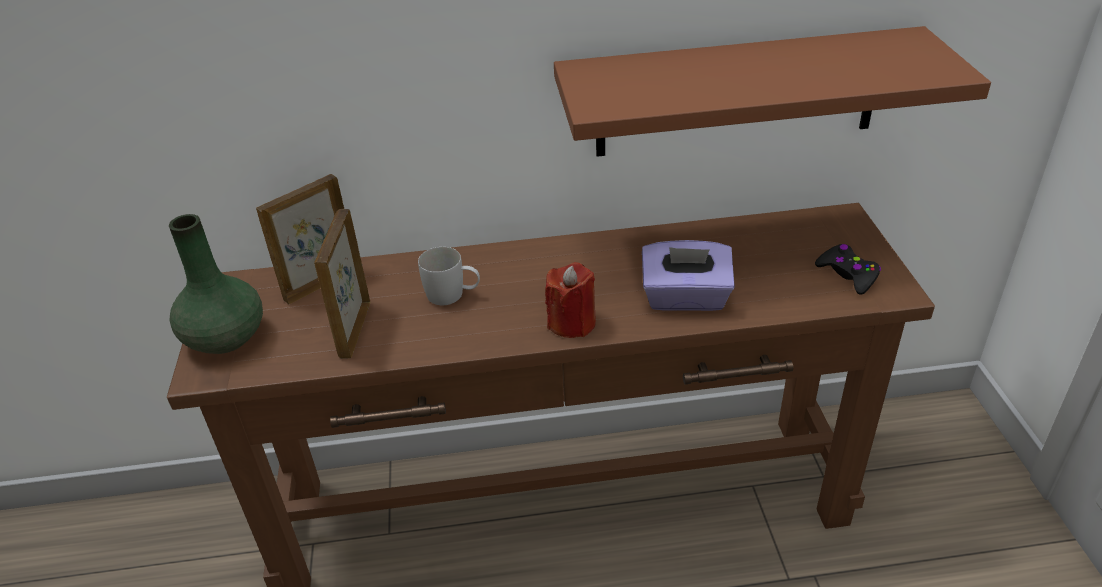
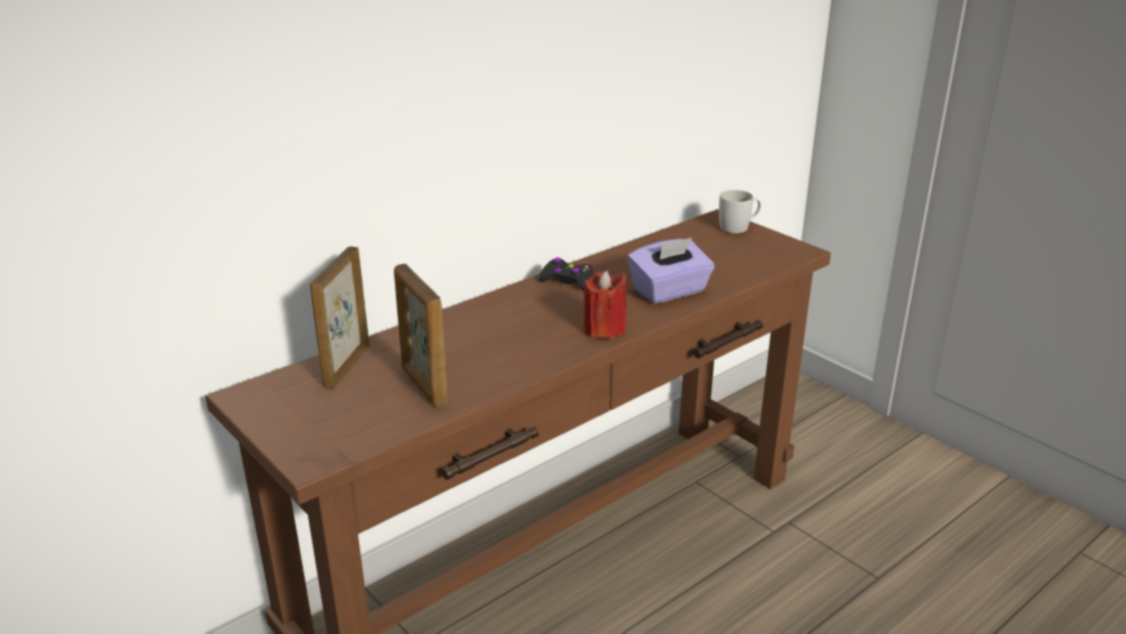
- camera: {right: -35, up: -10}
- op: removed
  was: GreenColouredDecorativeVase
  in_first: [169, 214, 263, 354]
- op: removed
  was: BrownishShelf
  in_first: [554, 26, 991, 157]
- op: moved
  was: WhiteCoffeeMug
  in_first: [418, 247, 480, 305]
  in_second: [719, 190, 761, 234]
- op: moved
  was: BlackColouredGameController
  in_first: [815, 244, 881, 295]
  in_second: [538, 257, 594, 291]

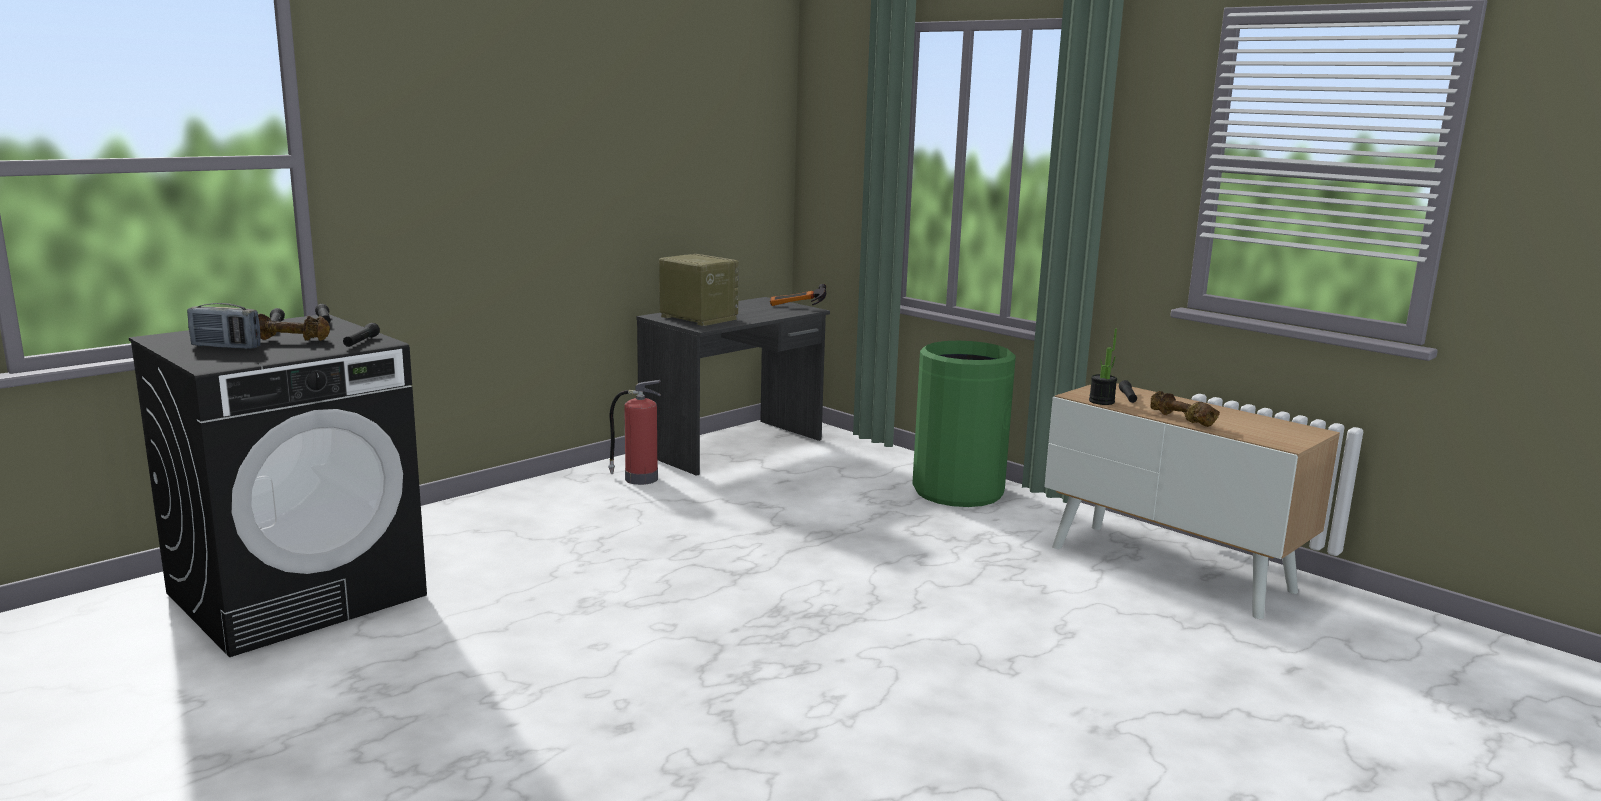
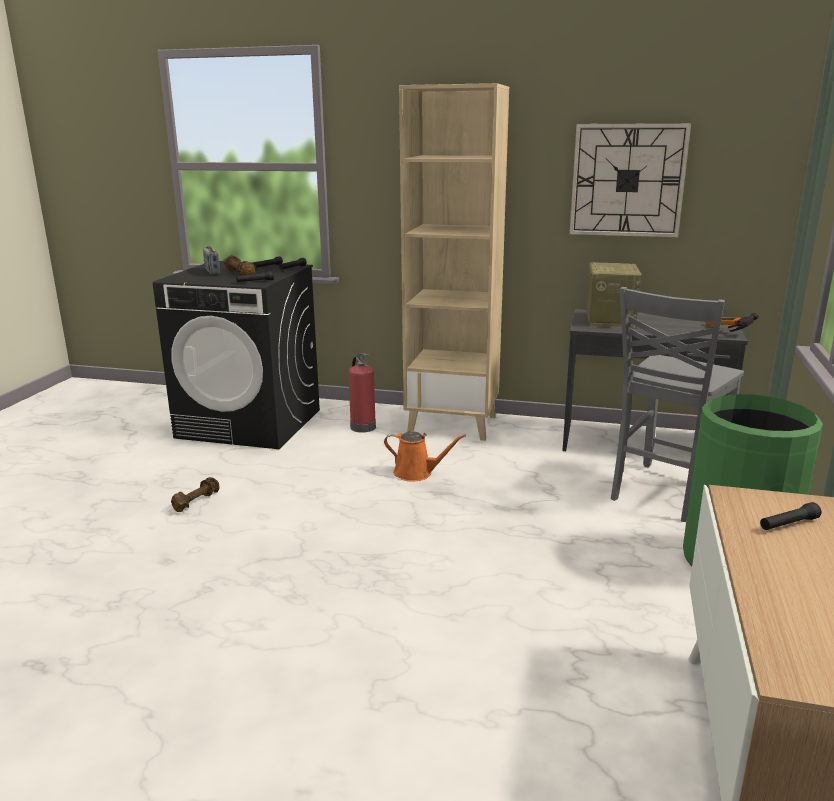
- camera: {right: 60, up: 5}
- op: removed
  was: PlantInAPot
  in_first: [1089, 329, 1117, 405]
- op: added
  now: OrangeSprinklingCan
  in_second: [384, 432, 466, 482]
- op: added
  now: SandColouredShelvingUnit
  in_second: [399, 83, 509, 441]
- op: added
  now: HangingClock
  in_second: [569, 123, 691, 237]
- op: added
  now: GreyPlainChair
  in_second: [611, 287, 744, 522]
- op: moved
  was: FireFightingCylinder
  in_first: [608, 380, 661, 485]
  in_second: [349, 353, 376, 433]
- op: moved
  was: BrownishHandWeight
  in_first: [1150, 391, 1220, 427]
  in_second: [171, 477, 220, 512]

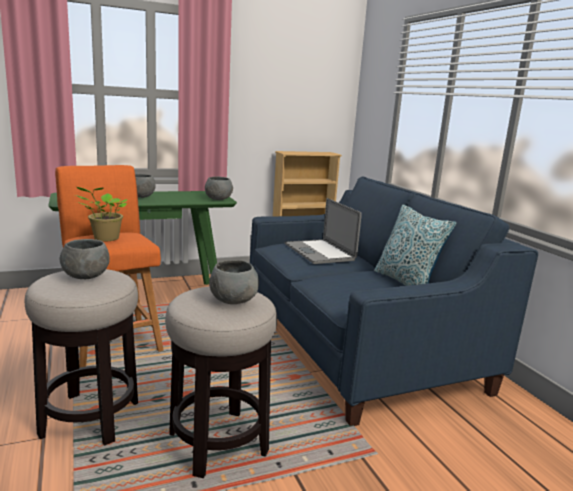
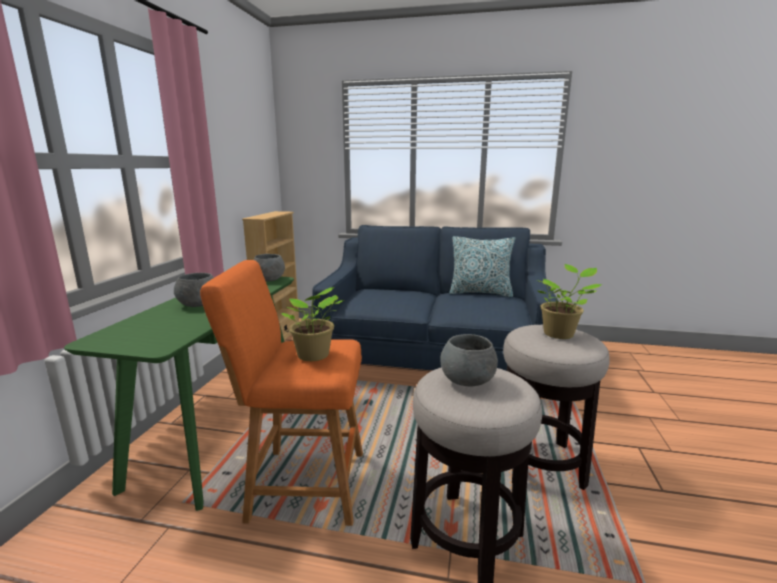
- camera: {right: -55, up: 0}
- op: removed
  was: NotebookComputer
  in_first: [285, 198, 362, 264]
- op: replaced
  was: GreyServingBowl
  now: PlantInAPot
  in_first: [209, 260, 259, 304]
  in_second: [537, 264, 603, 339]

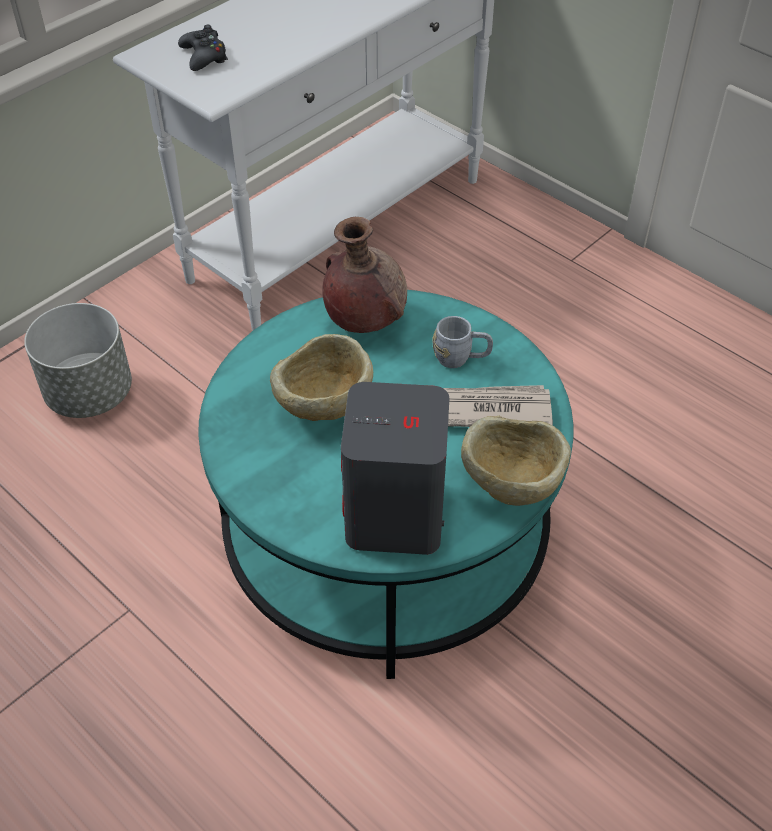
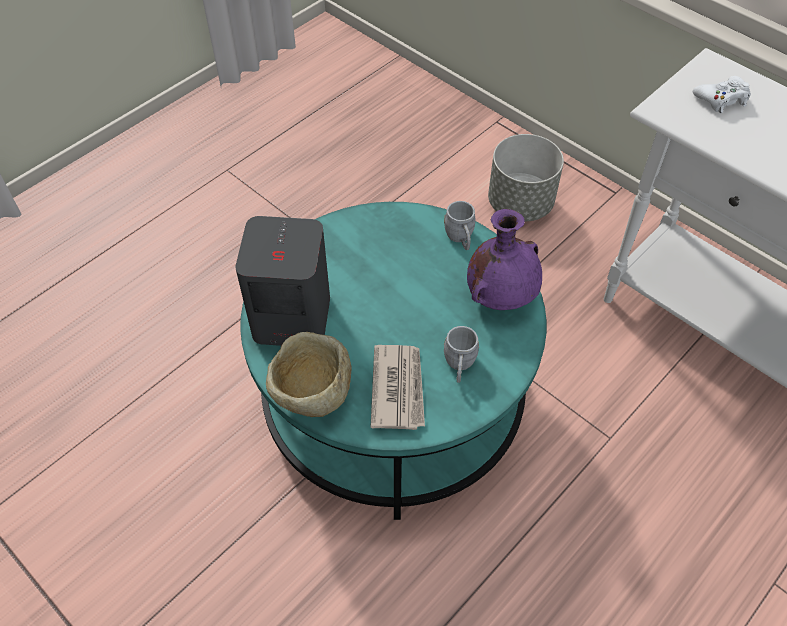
- camera: {right: 90, up: 5}
- op: removed
  was: SandColouredServingBowl
  in_first: [270, 334, 374, 421]
- op: added
  now: GreyCoffeeMug
  in_second: [444, 201, 476, 250]
- op: recoloured
  was: BlackColouredGameController
  now: WhiteGameController
  in_first: [178, 25, 228, 71]
  in_second: [693, 76, 751, 113]
- op: recoloured
  was: BrownishDecorativeVase
  now: PurpleDecorativeVase
  in_first: [322, 217, 407, 333]
  in_second: [467, 209, 542, 310]

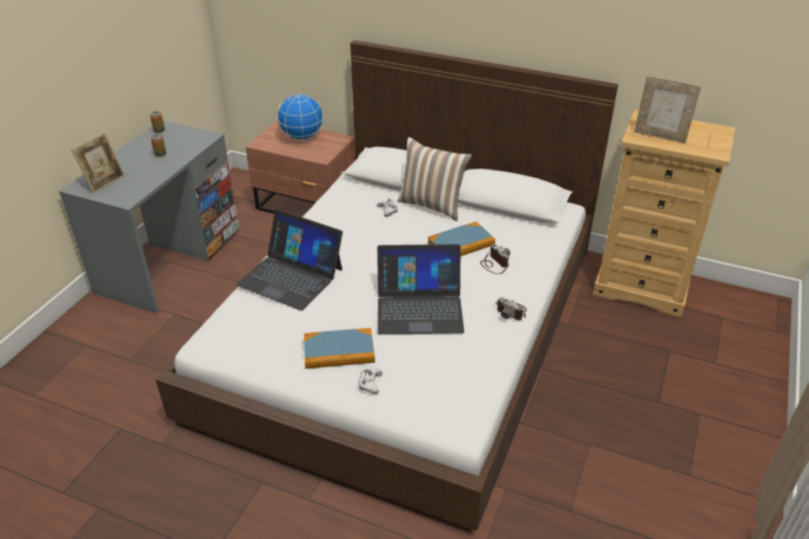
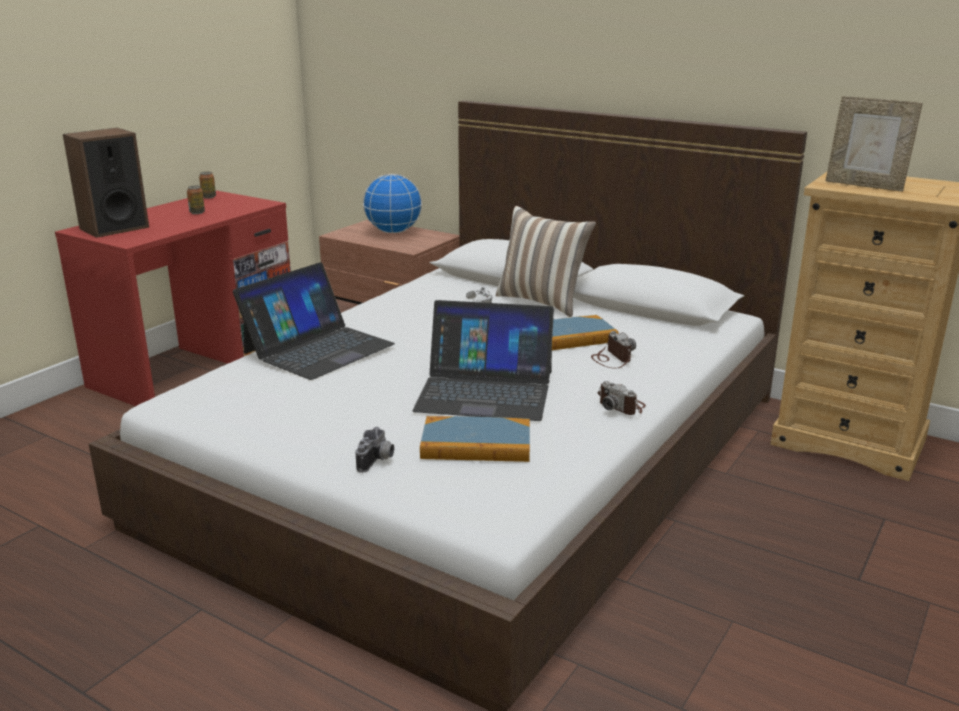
- camera: {right: 10, up: -15}
- op: moved
  was: Book
  in_first: [304, 328, 375, 369]
  in_second: [420, 416, 530, 462]
- op: replaced
  was: PhotoFrame
  now: Loudspeaker
  in_first: [72, 133, 125, 194]
  in_second: [63, 128, 149, 238]
- op: replaced
  was: WhiteGameController
  now: StillCamera
  in_first: [358, 369, 383, 394]
  in_second: [356, 427, 394, 473]
- op: recoloured
  was: GreyDeskUnit
  now: ReddishDeskUnit
  in_first: [59, 121, 239, 314]
  in_second: [55, 191, 291, 406]
- op: turned
  was: NotebookComputer
  in_first: [236, 209, 343, 311]
  in_second: [233, 262, 395, 380]
  clockwise: -90

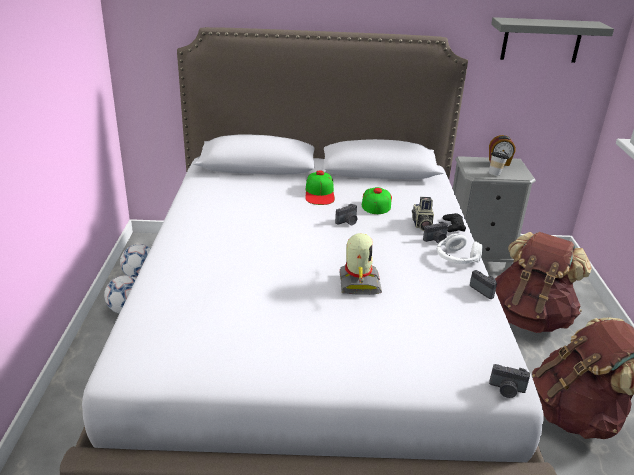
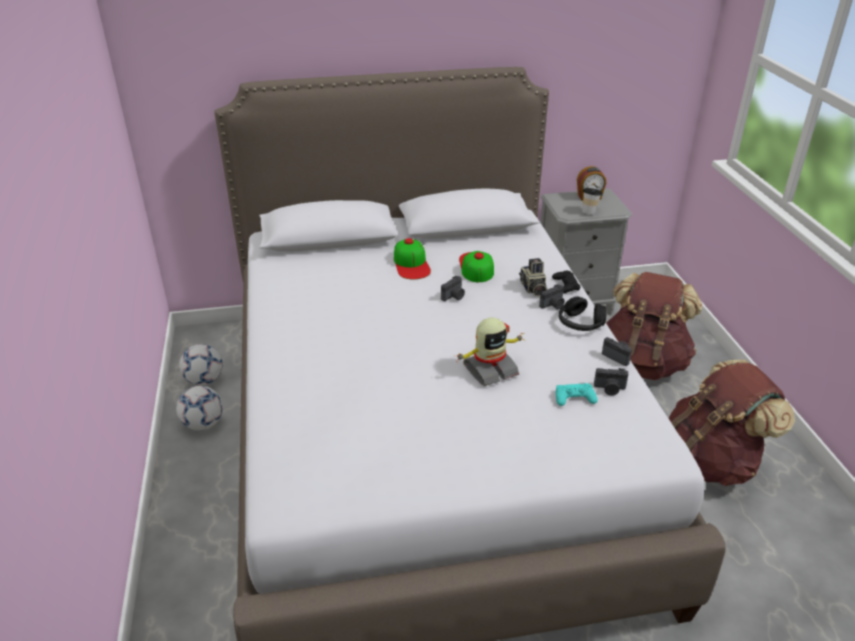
- camera: {right: -10, up: 5}
- op: removed
  was: GreyShelf
  in_first: [491, 17, 614, 63]
- op: added
  now: TurquoiseColouredGameController
  in_second: [556, 383, 598, 406]
- op: moved
  was: StillCamera
  in_first: [489, 364, 530, 398]
  in_second: [594, 368, 628, 395]
- op: recoloured
  was: WhiteHeadphones
  now: BlackColouredHeadphones
  in_first: [437, 233, 483, 264]
  in_second: [559, 296, 606, 331]
- op: turned
  was: RobotFigure
  in_first: [339, 233, 382, 295]
  in_second: [454, 318, 524, 386]
  clockwise: 75

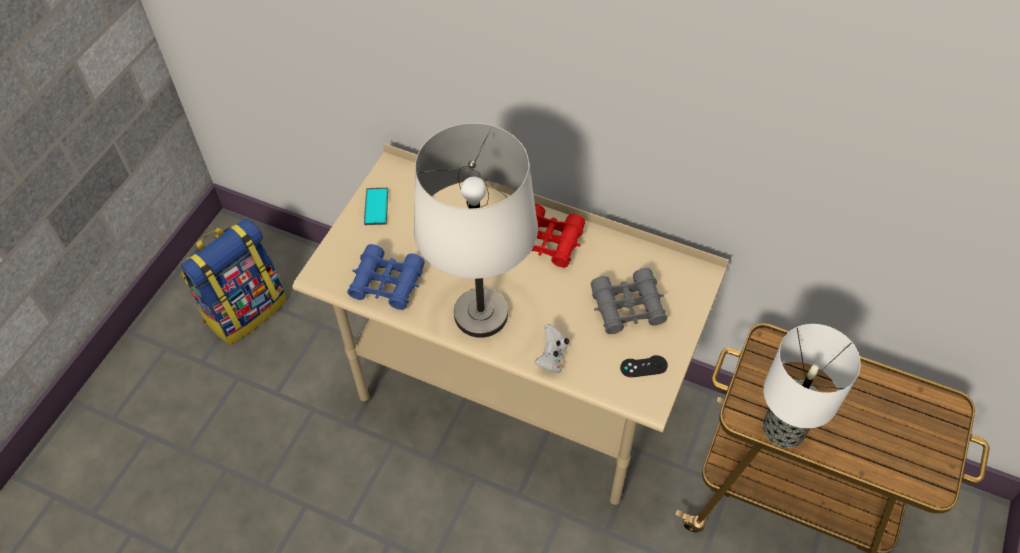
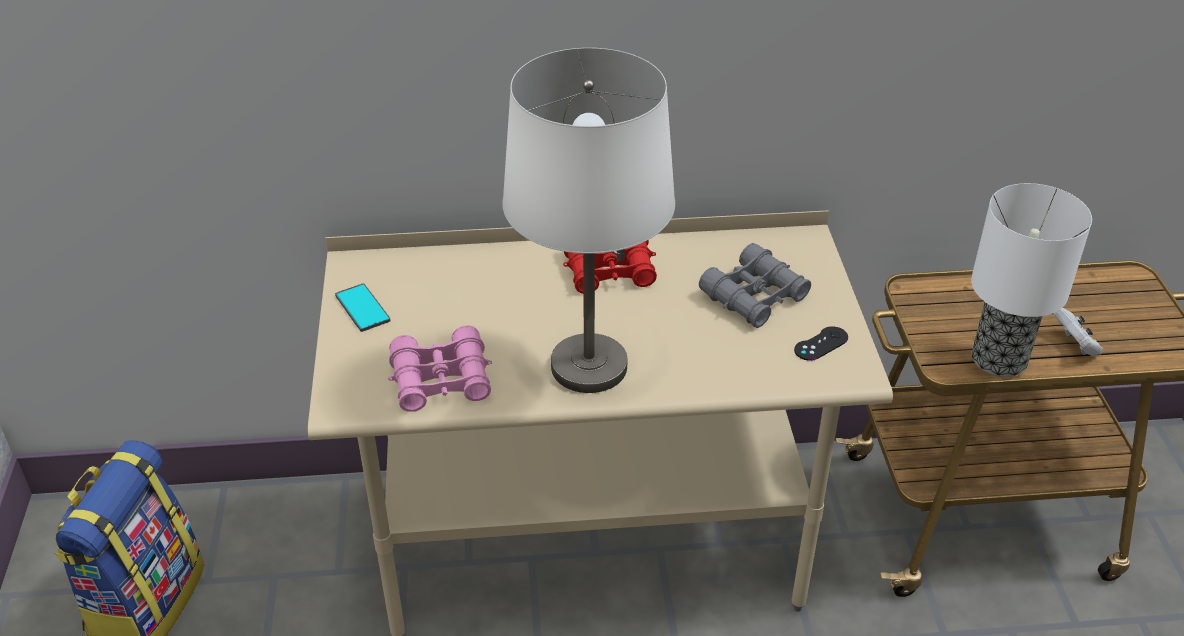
- camera: {right: -30, up: -15}
- op: moved
  was: WhiteGameController
  in_first: [535, 324, 569, 373]
  in_second: [1053, 308, 1103, 357]
- op: recoloured
  was: BlueFieldGlasses
  now: PinkishFieldGlasses
  in_first: [347, 244, 425, 310]
  in_second: [388, 325, 492, 412]

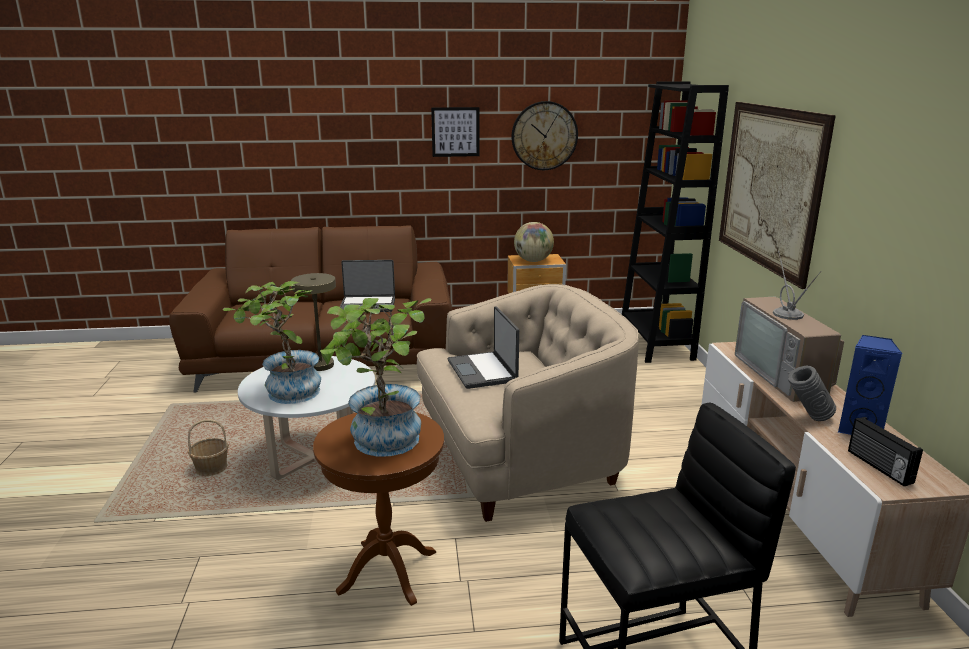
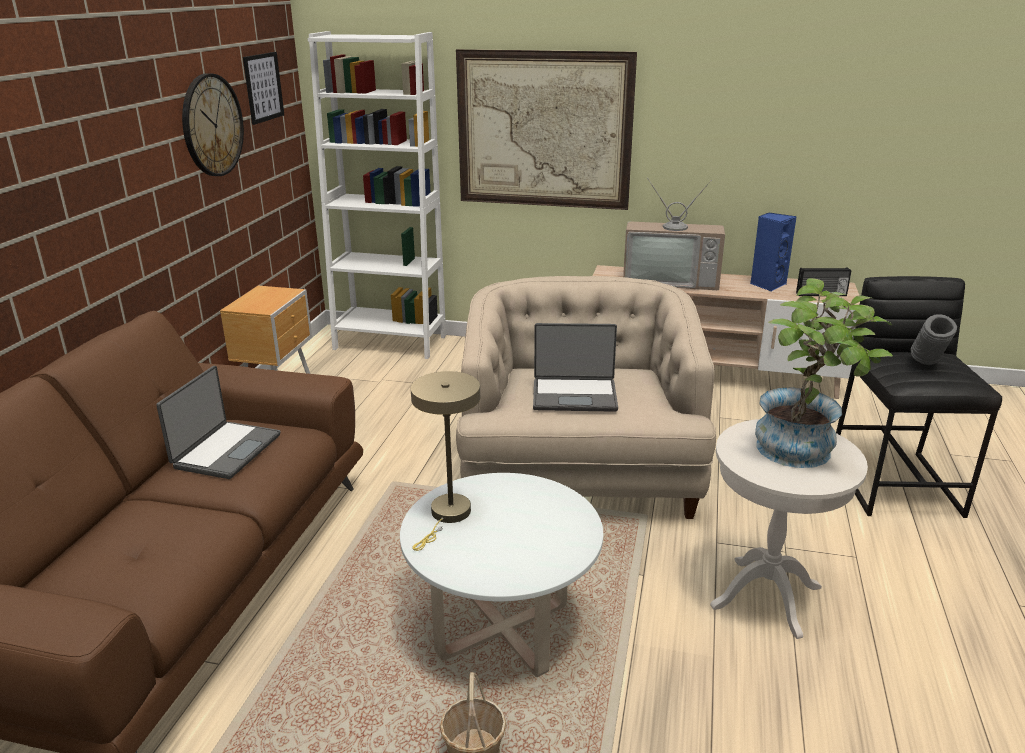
- camera: {right: -70, up: 5}
- op: removed
  was: PlantInAPot
  in_first: [223, 281, 321, 404]
- op: removed
  was: Globe
  in_first: [514, 222, 554, 262]
- op: moved
  was: WallPicture
  in_first: [431, 107, 480, 157]
  in_second: [243, 52, 284, 125]
- op: moved
  was: GreyDecorativeVase
  in_first: [788, 365, 836, 421]
  in_second: [911, 314, 957, 365]
- op: recoloured
  was: BrownishSideTable
  now: WhiteSideTable
  in_first: [313, 412, 444, 606]
  in_second: [710, 419, 868, 639]
- op: recoloured
  was: BlackColouredShelvingUnit
  now: WhiteShelvingUnit
  in_first: [622, 81, 729, 363]
  in_second: [308, 31, 446, 359]

